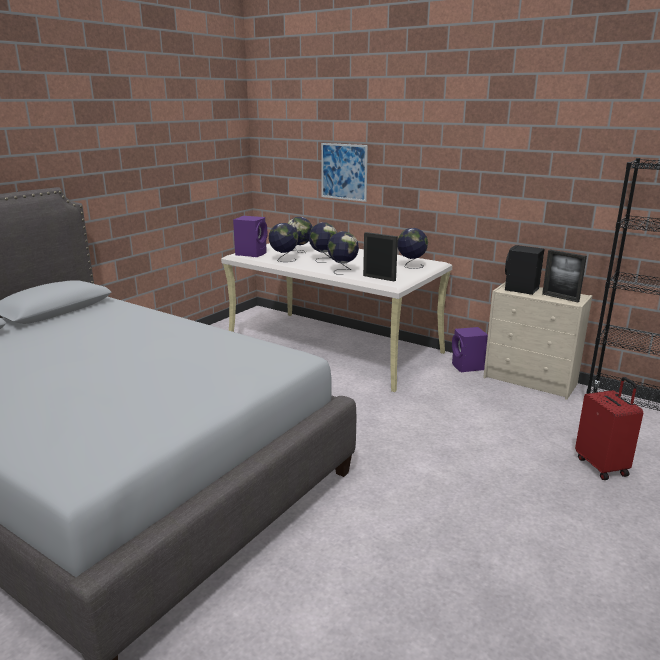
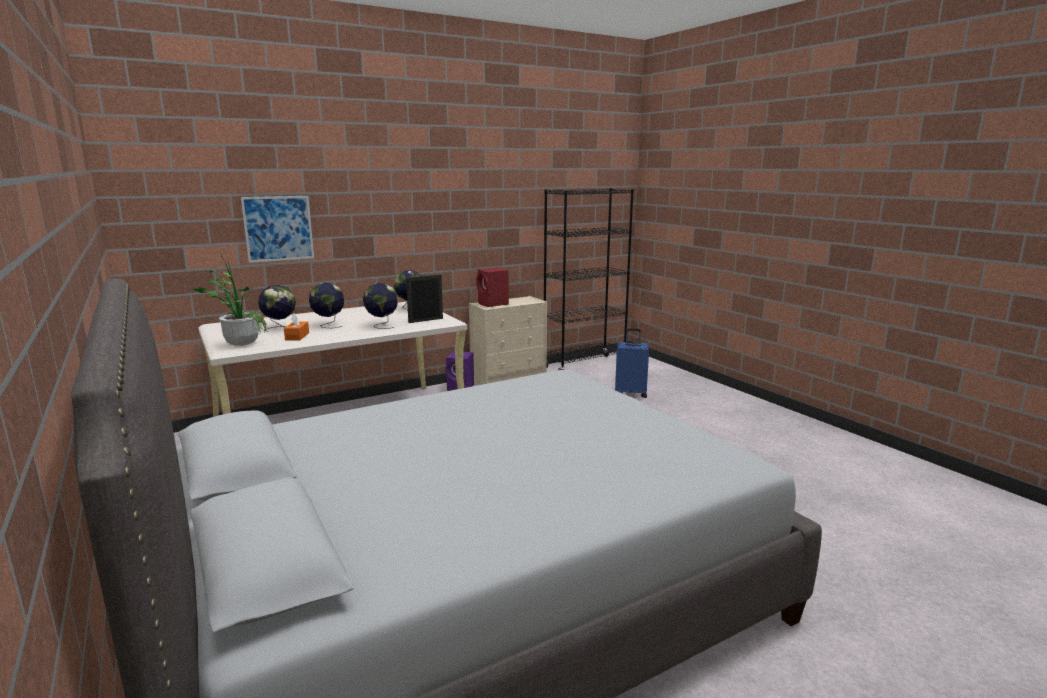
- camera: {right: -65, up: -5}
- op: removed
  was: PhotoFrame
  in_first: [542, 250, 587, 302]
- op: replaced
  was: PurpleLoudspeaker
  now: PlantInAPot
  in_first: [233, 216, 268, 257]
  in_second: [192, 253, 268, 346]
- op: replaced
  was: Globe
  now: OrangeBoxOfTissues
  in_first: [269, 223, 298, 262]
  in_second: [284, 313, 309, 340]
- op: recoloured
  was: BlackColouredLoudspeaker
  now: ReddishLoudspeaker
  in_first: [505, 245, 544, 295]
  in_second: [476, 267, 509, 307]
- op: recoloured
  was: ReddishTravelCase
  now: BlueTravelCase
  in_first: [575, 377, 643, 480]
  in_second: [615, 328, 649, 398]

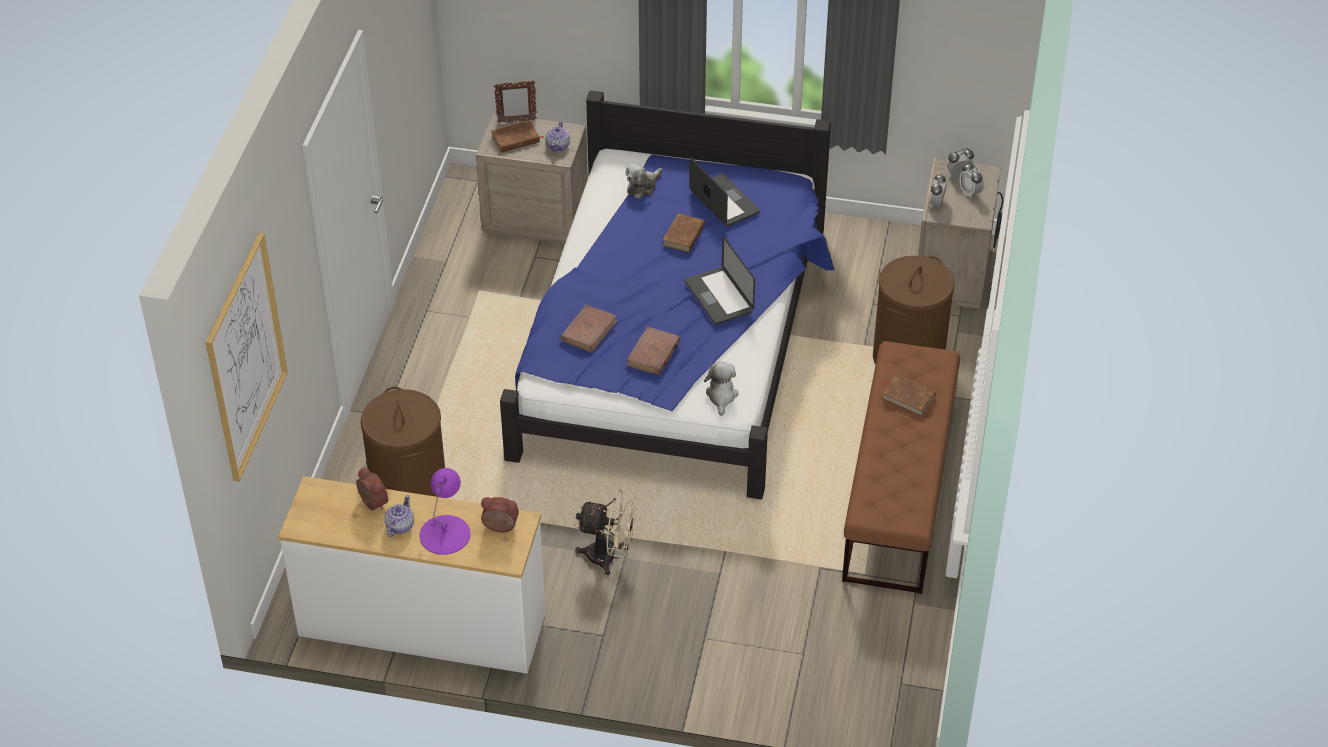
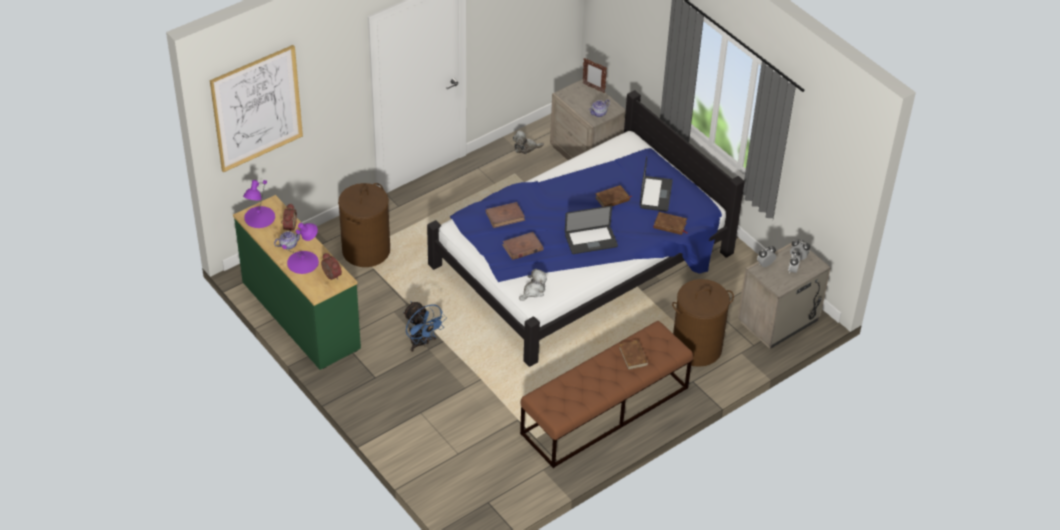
- camera: {right: 40, up: 0}
- op: added
  now: PurpleLampForATable
  in_second: [243, 180, 275, 228]
- op: moved
  was: BrownishBook
  in_first: [491, 121, 544, 153]
  in_second: [653, 212, 688, 235]
- op: moved
  was: SoftToy
  in_first: [625, 164, 663, 199]
  in_second: [513, 131, 544, 154]
- op: recoloured
  was: WhiteChestOfDrawers
  now: GreenColouredChestOfDrawers
  in_first: [278, 476, 546, 674]
  in_second: [233, 195, 361, 370]
- op: recoloured
  was: SandColouredElectricFan
  now: BlueElectricFan
  in_first: [575, 489, 638, 575]
  in_second: [403, 302, 447, 352]
- op: turned
  was: NotebookComputer
  in_first: [685, 236, 755, 325]
  in_second: [565, 206, 618, 254]
  clockwise: -120

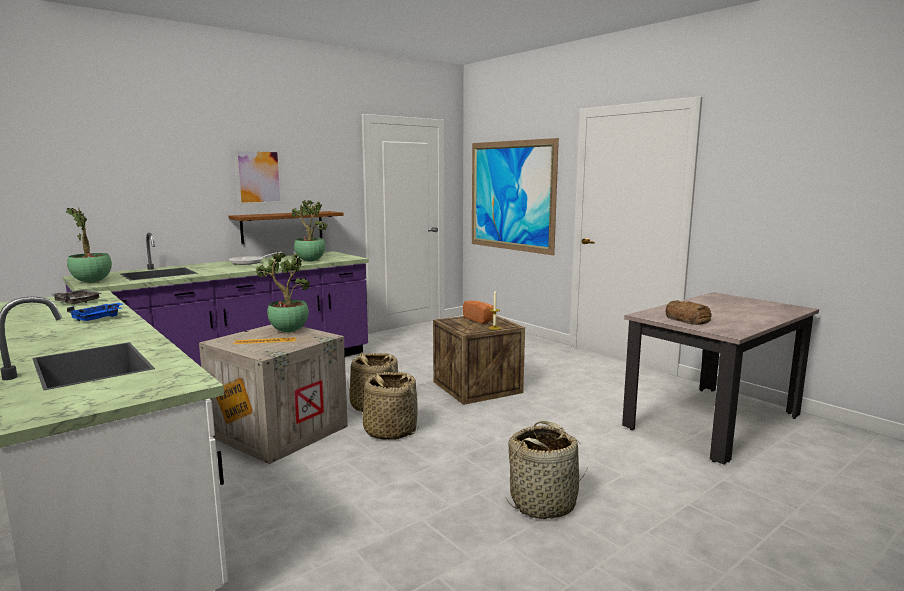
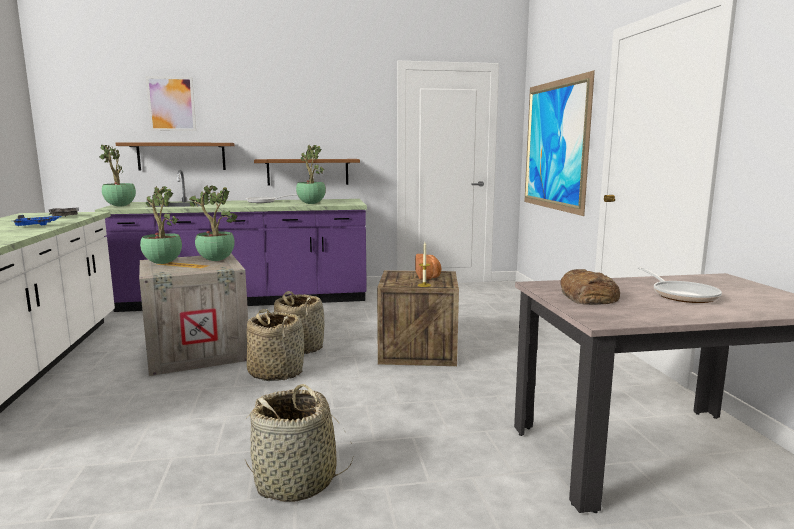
- camera: {right: 30, up: 0}
- op: added
  now: BrownishShelf
  in_second: [116, 142, 234, 171]
- op: added
  now: PlantInAPot
  in_second: [140, 186, 182, 264]
- op: added
  now: Pan
  in_second: [638, 267, 722, 303]
- op: moved
  was: WallPicture
  in_first: [234, 149, 283, 205]
  in_second: [146, 76, 196, 131]

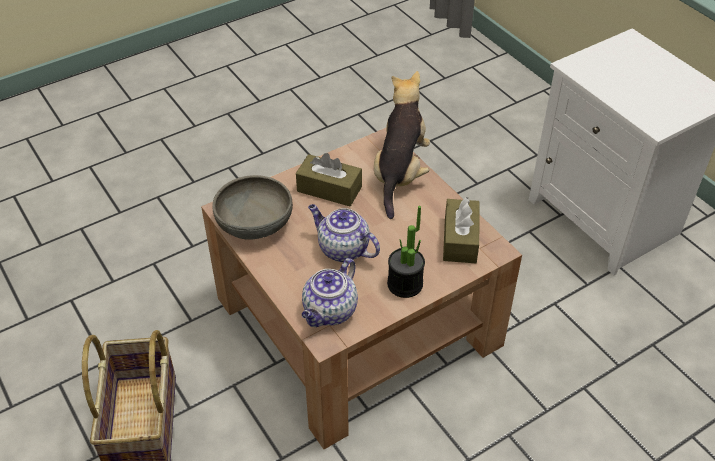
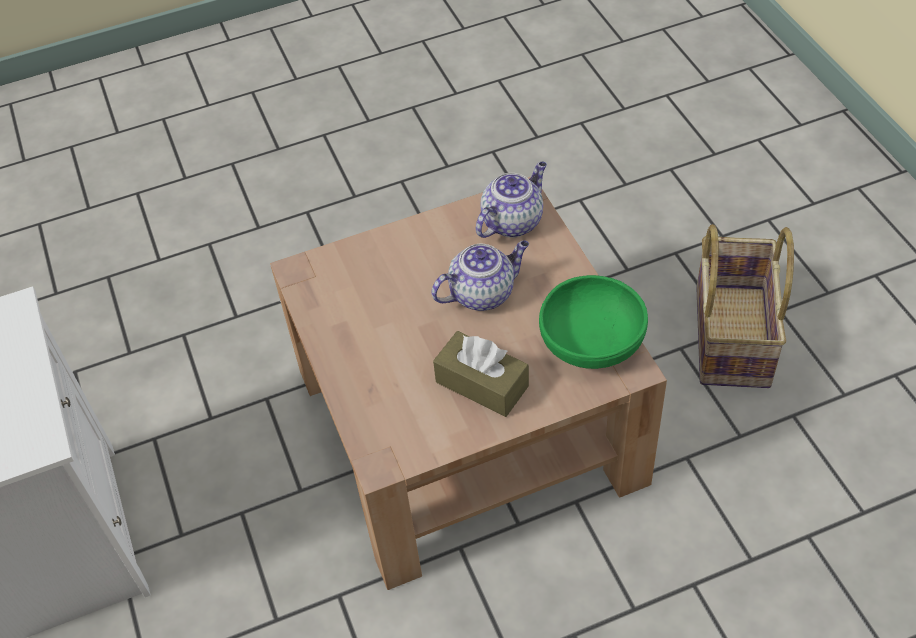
- camera: {right: -165, up: 5}
- op: removed
  was: SoftToy
  in_first: [374, 71, 430, 219]
- op: removed
  was: PlantInAPot
  in_first: [387, 206, 425, 298]
- op: removed
  was: BrownishBoxOfTissues
  in_first: [443, 197, 480, 263]
- op: recoloured
  was: GreyServingBowl
  now: GreenColouredServingBowl
  in_first: [212, 175, 293, 239]
  in_second: [539, 275, 648, 369]
- op: turned
  was: PotForTea
  in_first: [308, 204, 380, 263]
  in_second: [431, 241, 529, 311]
  clockwise: -75

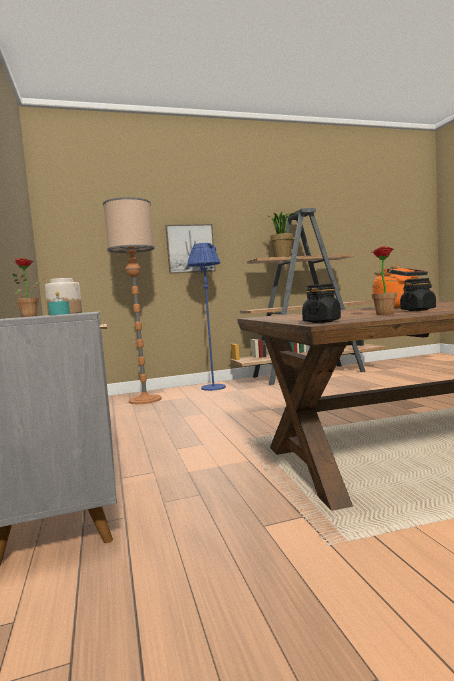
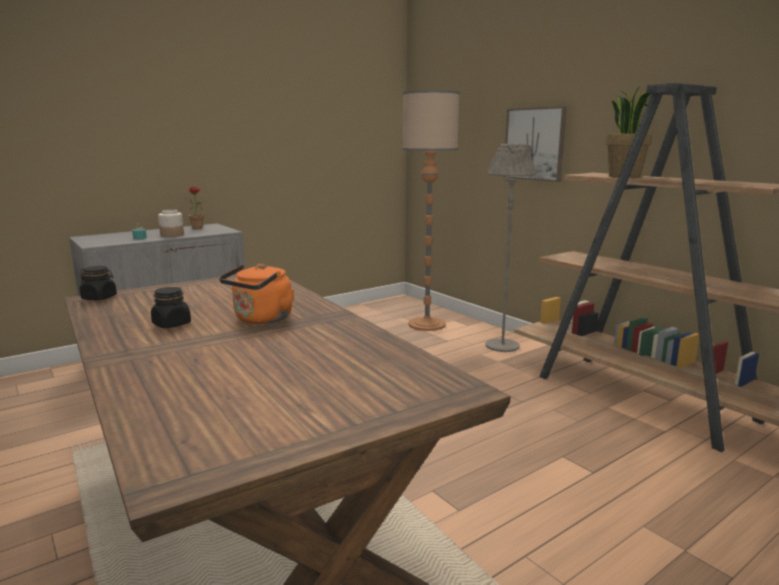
- camera: {right: 70, up: 10}
- op: removed
  was: PlantInAPot
  in_first: [363, 246, 398, 315]
- op: recoloured
  was: BlueStandardLamp
  now: GreyStandardLamp
  in_first: [188, 243, 226, 391]
  in_second: [485, 144, 536, 352]

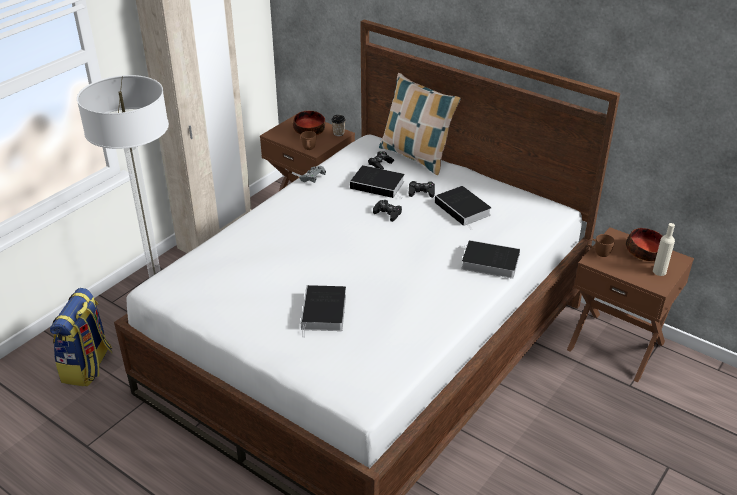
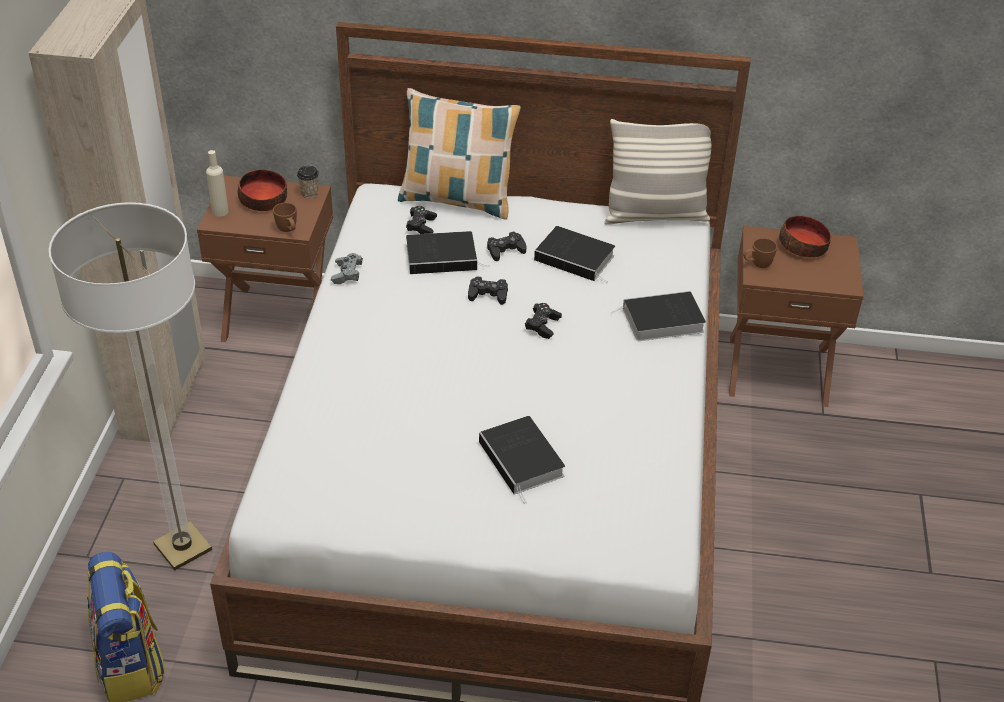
- camera: {right: -30, up: 5}
- op: added
  now: BlackColouredGameController
  in_second: [525, 303, 562, 339]
- op: added
  now: Pillow
  in_second: [604, 119, 711, 225]
- op: moved
  was: SandColouredBottle
  in_first: [653, 223, 675, 276]
  in_second: [206, 150, 229, 217]

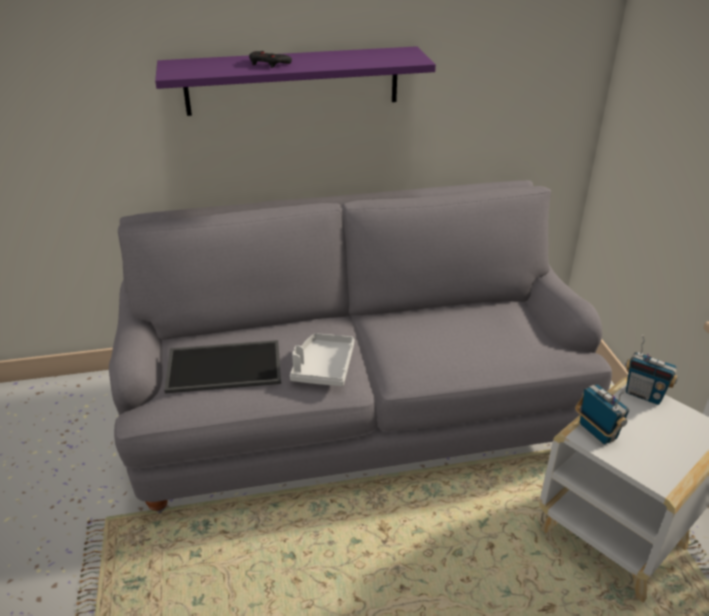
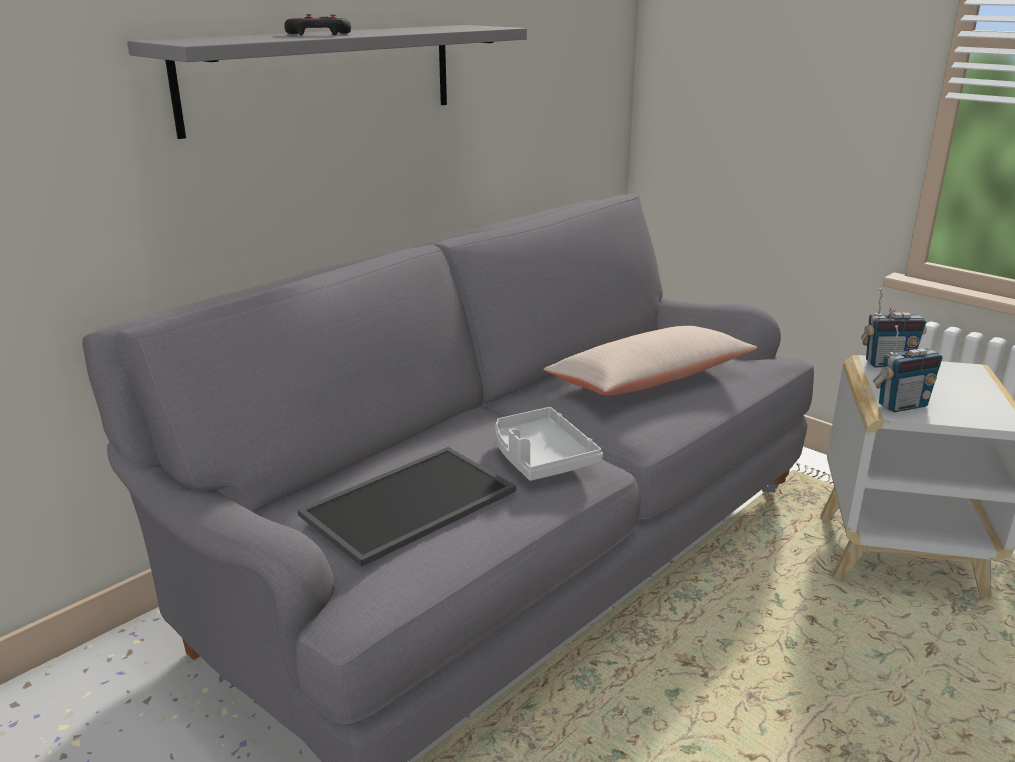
- camera: {right: -35, up: -10}
- op: added
  now: SandColouredPillow
  in_second: [543, 326, 758, 396]
- op: recoloured
  was: PurpleShelf
  now: GreyShelf
  in_first: [155, 46, 436, 116]
  in_second: [127, 25, 527, 139]
- op: turned
  was: RadioReceiver
  in_first: [575, 384, 629, 445]
  in_second: [873, 325, 943, 412]
  clockwise: 135

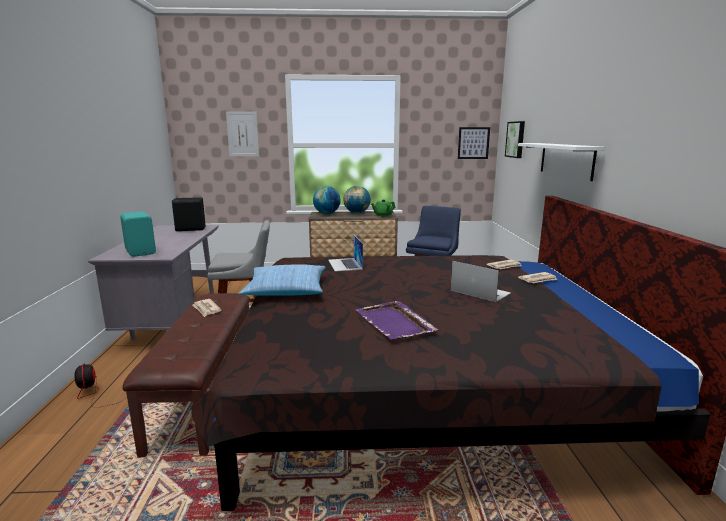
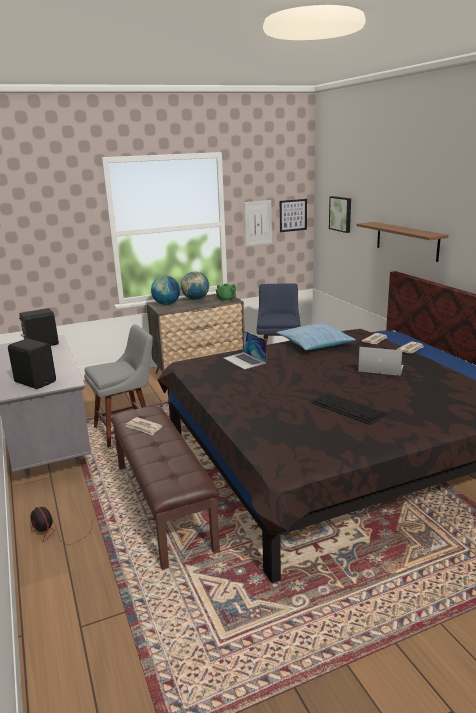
- camera: {right: -20, up: 5}
- op: moved
  was: WallPicture
  in_first: [226, 111, 259, 157]
  in_second: [244, 200, 272, 246]
- op: moved
  was: Pillow
  in_first: [239, 265, 325, 295]
  in_second: [276, 323, 356, 350]
- op: replaced
  was: PurpleCarryingTray
  now: PcKeyboard
  in_first: [355, 301, 439, 340]
  in_second: [311, 393, 387, 425]
- op: recoloured
  was: TurquoiseColouredLoudspeaker
  now: BlackColouredLoudspeaker
  in_first: [120, 212, 156, 257]
  in_second: [8, 339, 56, 389]
- op: recoloured
  was: WhiteShelf
  now: BrownishShelf
  in_first: [518, 143, 605, 181]
  in_second: [357, 222, 449, 262]

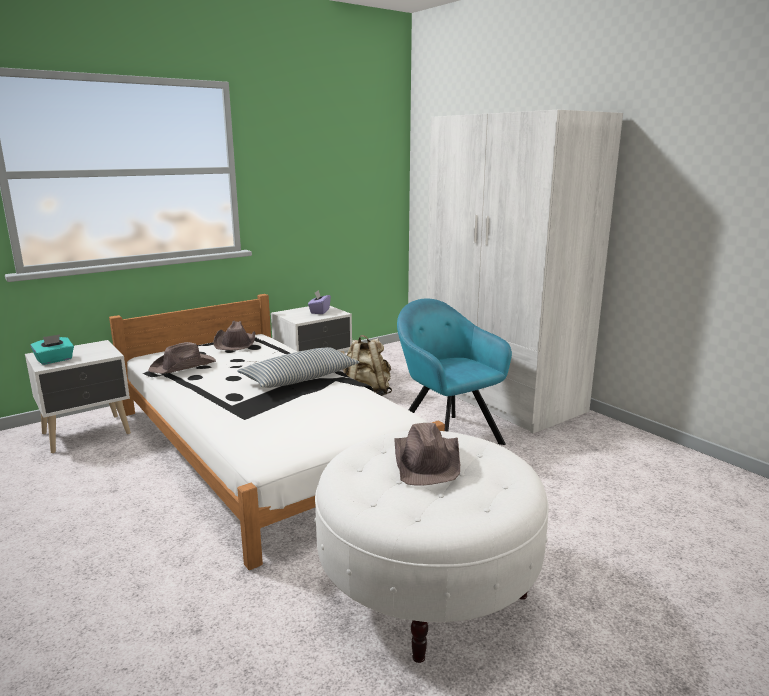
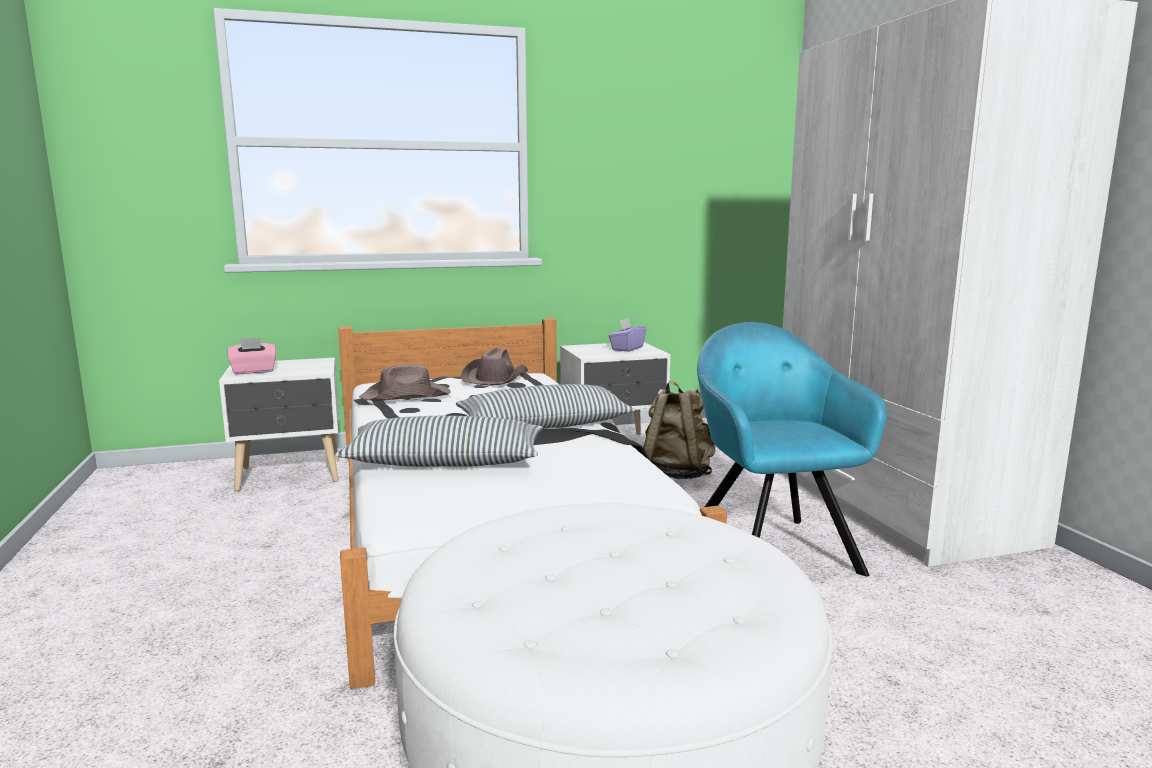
- camera: {right: 20, up: -5}
- op: removed
  was: BrownishWearableHat
  in_first: [394, 423, 460, 486]
- op: added
  now: Pillow
  in_second: [334, 416, 543, 467]
- op: recoloured
  was: TurquoiseColouredBoxOfTissues
  now: PinkishBoxOfTissues
  in_first: [30, 334, 74, 365]
  in_second: [228, 338, 276, 374]

